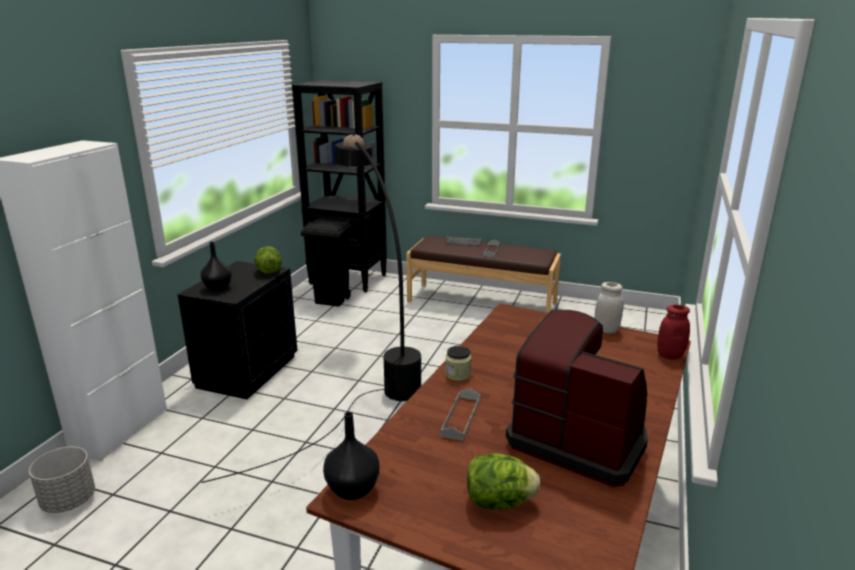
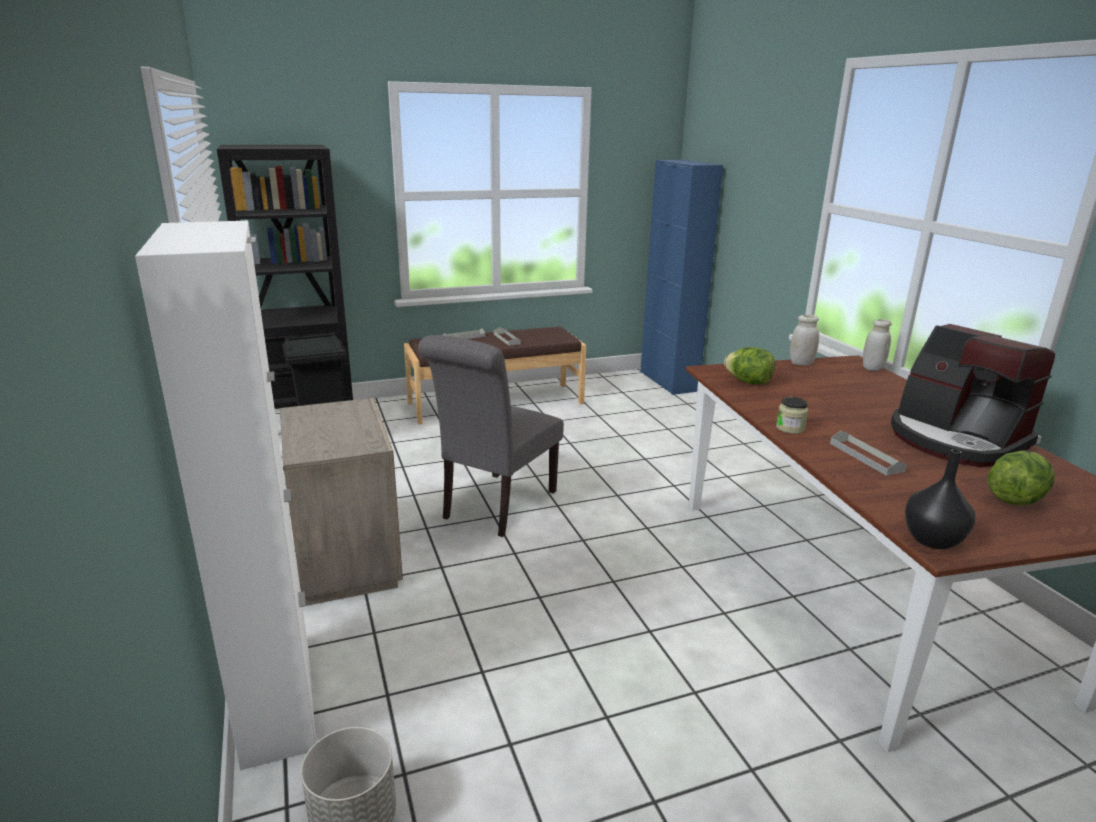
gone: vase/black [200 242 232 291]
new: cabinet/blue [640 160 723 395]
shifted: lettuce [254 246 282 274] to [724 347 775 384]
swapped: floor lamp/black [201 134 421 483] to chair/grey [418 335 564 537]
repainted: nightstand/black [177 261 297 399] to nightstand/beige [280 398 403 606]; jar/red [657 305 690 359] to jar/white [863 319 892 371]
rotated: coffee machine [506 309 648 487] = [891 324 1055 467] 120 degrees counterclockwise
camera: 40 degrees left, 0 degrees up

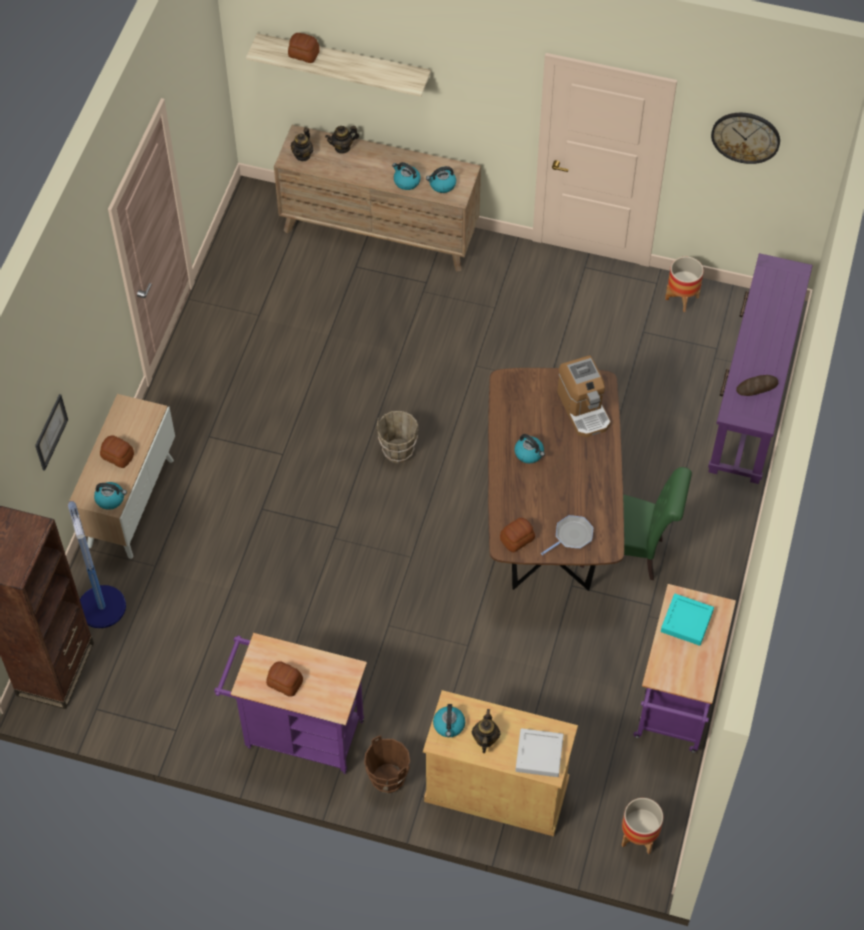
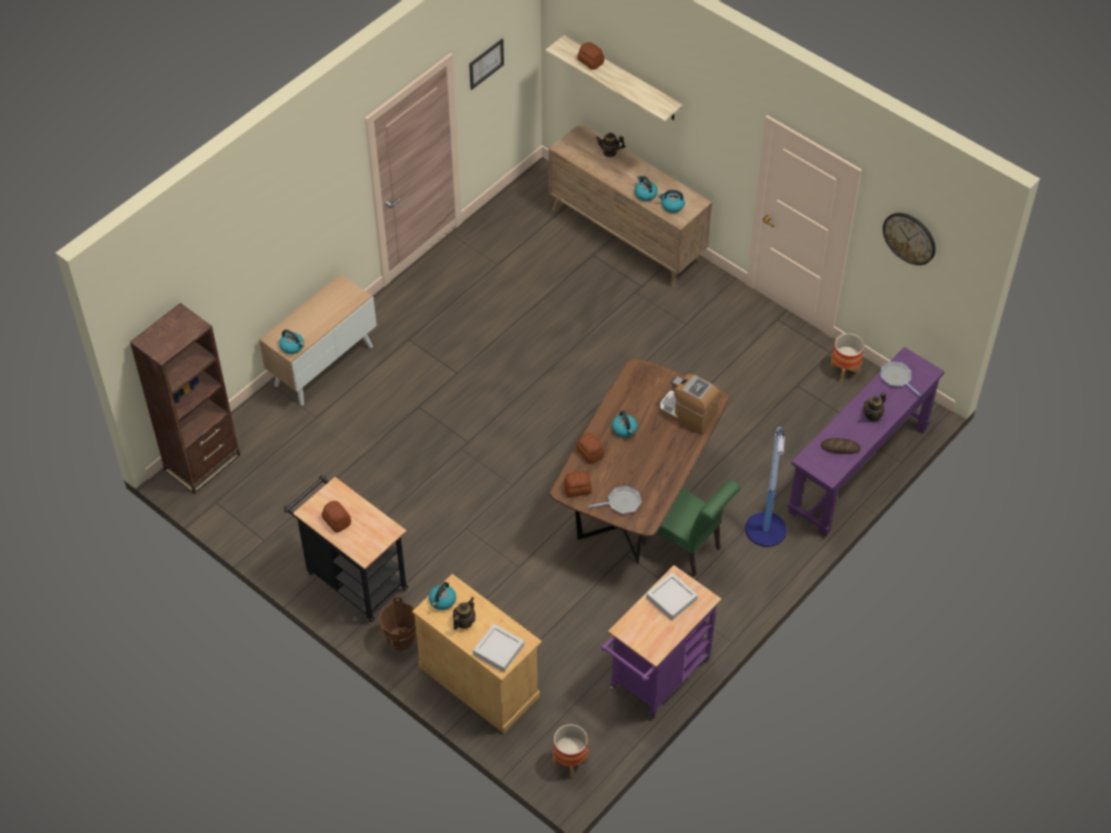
gone: bucket/brown [377 411 419 463]
new: frying pan [881 361 921 396]
shifted: picture [35 394 68 471] to [469 38 504 90]; bread [100 435 134 468] to [576 433 604 464]; floor lamp [68 501 126 628] to [745 427 787 547]; teapot [291 128 314 161] to [864 392 886 421]
repainted: cart/purple [214 633 367 774] to cart/black [284 475 408 622]; tray/turquoise [661 594 714 646] to tray/grey [646 573 698 620]
rotated: coffee machine [557 355 611 438] = [660 374 720 433] 120 degrees clockwise
camera: 25 degrees right, 5 degrees down

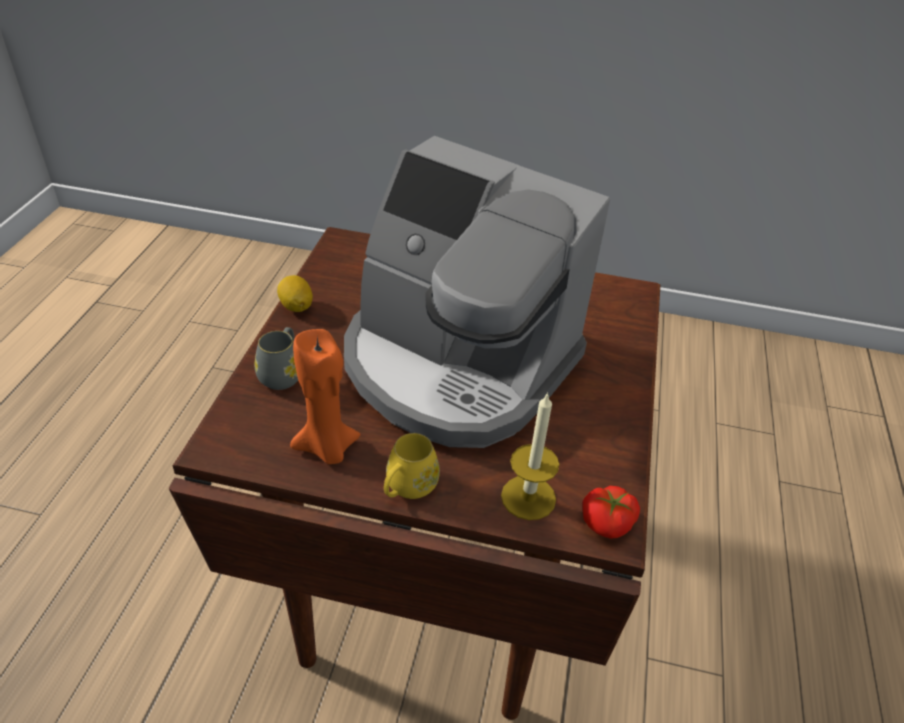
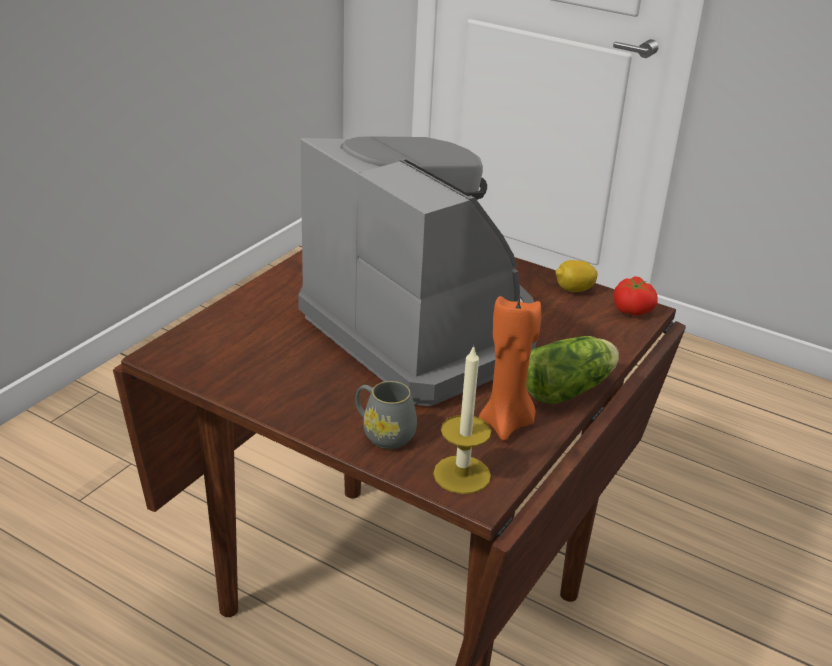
shifted: candle [501 392 559 520] to [433 345 491 494]; lemon [277 275 313 312] to [555 260 598 292]
swapped: mug/yellow [384 433 440 499] to lettuce [526 336 619 404]
rotated: coffee machine [344 136 610 448] = [298 136 541 406] 90 degrees counterclockwise
camera: 70 degrees left, 10 degrees down

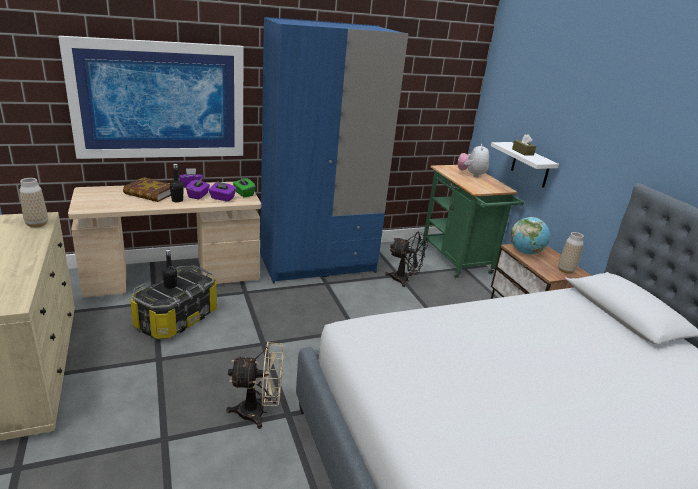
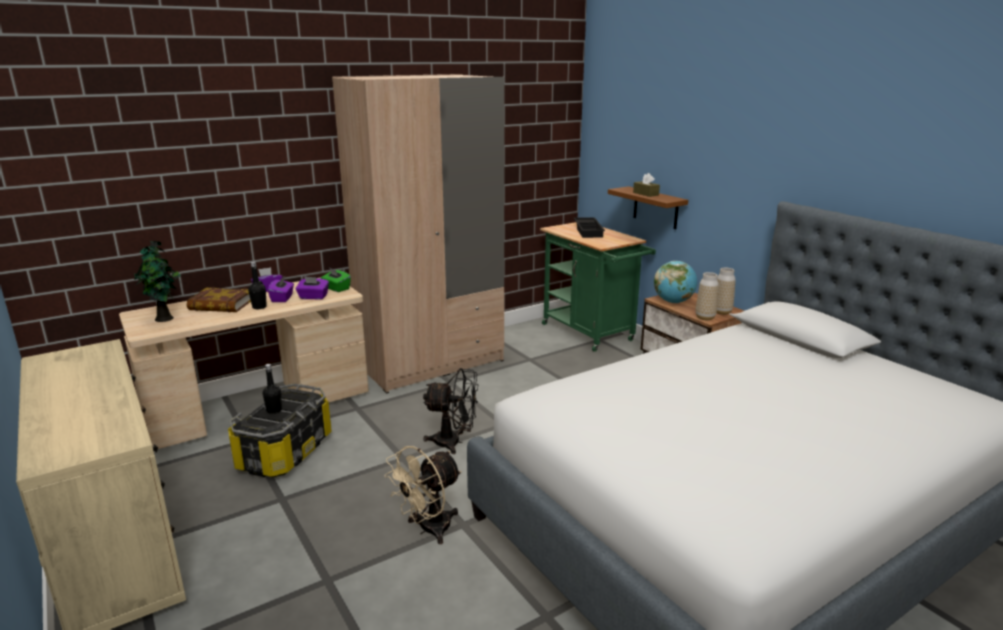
gone: picture [58 36 243 159]
new: potted plant [134 241 181 322]
shifted: fan/black [385 232 428 287] to [423 368 478 454]; vase [20 178 48 228] to [695 272 719 320]
swapped: plush toy [458 144 489 177] to tray/black [573 217 605 238]
repainted: wardrobe/blue [260 17 409 283] to wardrobe/beige [332 74 505 393]; shelf/white [491 142 559 188] to shelf/brown [608 186 688 229]
rotated: fan/beige [226 342 284 429] = [384 446 462 544] 150 degrees clockwise
camera: 10 degrees left, 5 degrees down

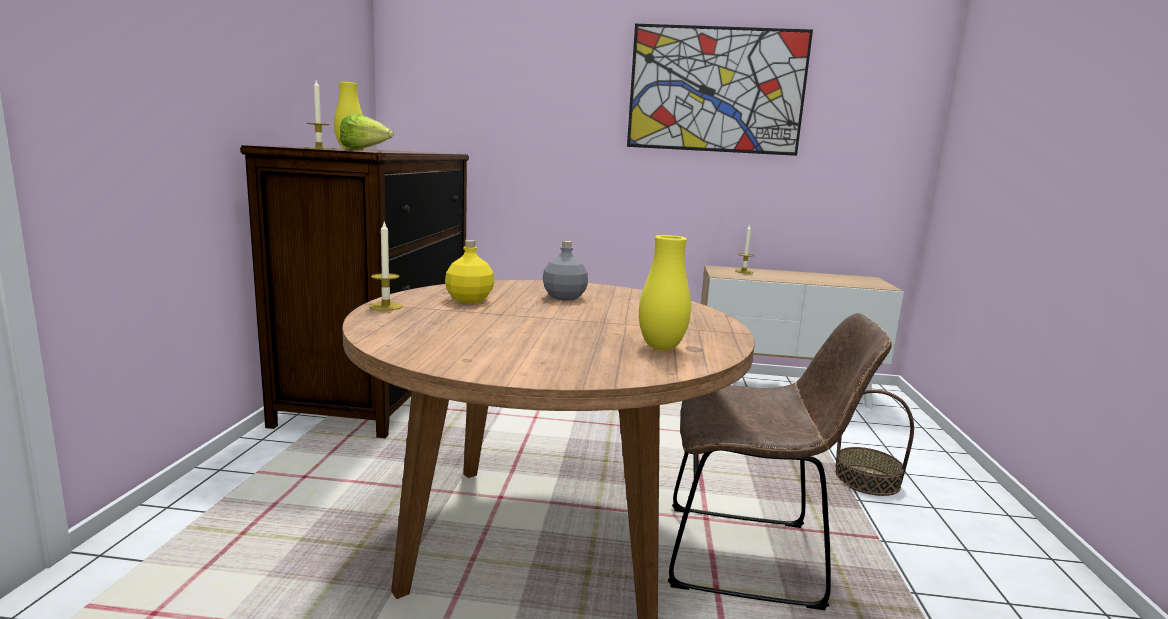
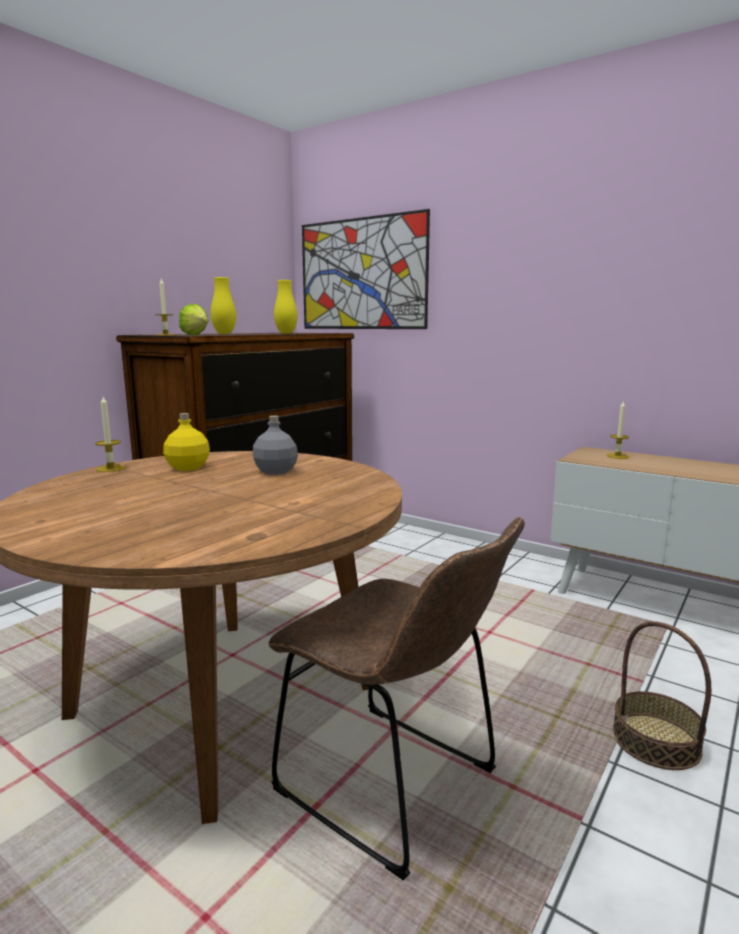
shifted: vase/yellow [639 235 691 350] to [274 280 298 333]; picture [627 24 813 156] to [302 209 430 329]
camera: 30 degrees right, 0 degrees up

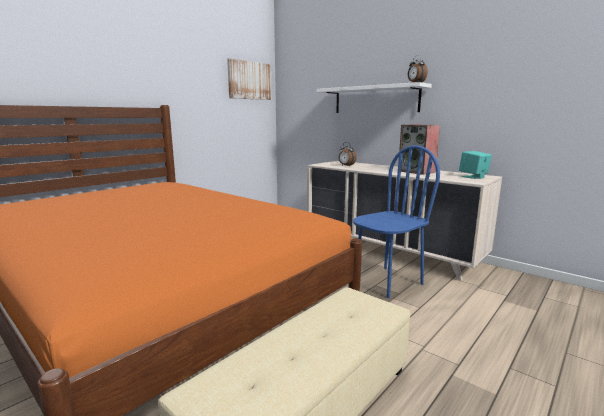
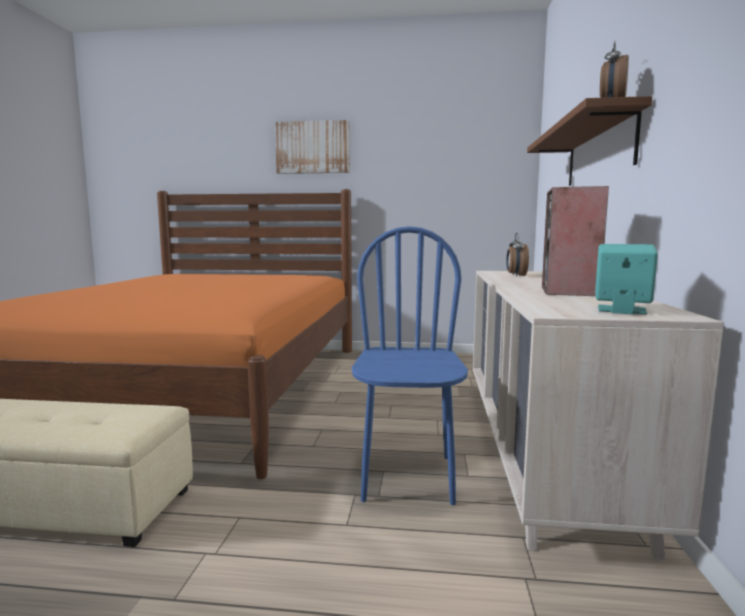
shifted: picture [227 58 272 100] to [275 120 350 174]
repainted: shelf/white [317 82 432 113] to shelf/brown [527 96 652 186]
rotated: chair/blue [353 145 440 298] = [352 226 468 505] 105 degrees counterclockwise
camera: 55 degrees right, 5 degrees down

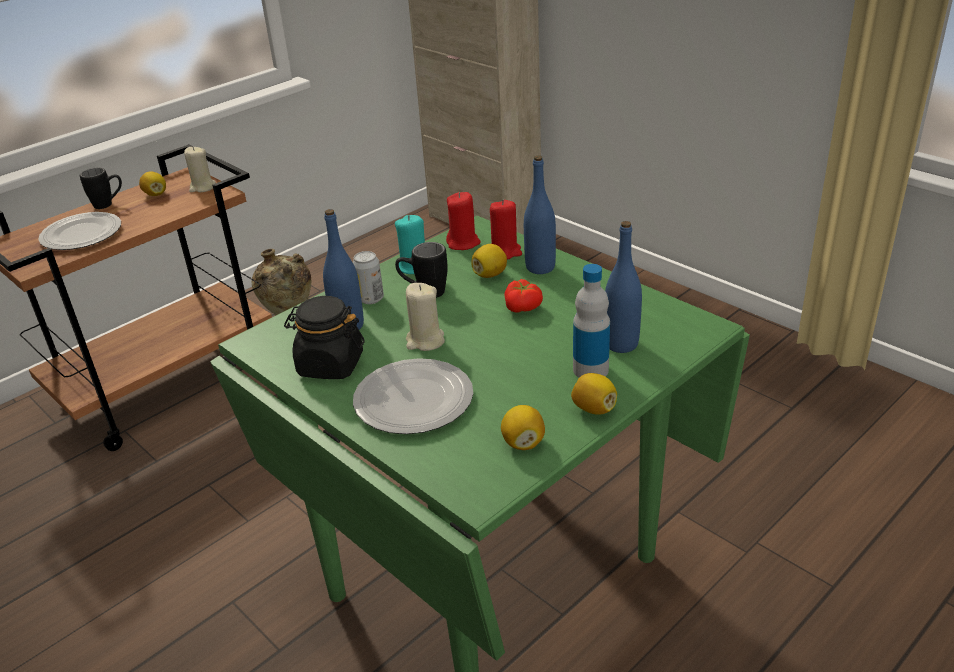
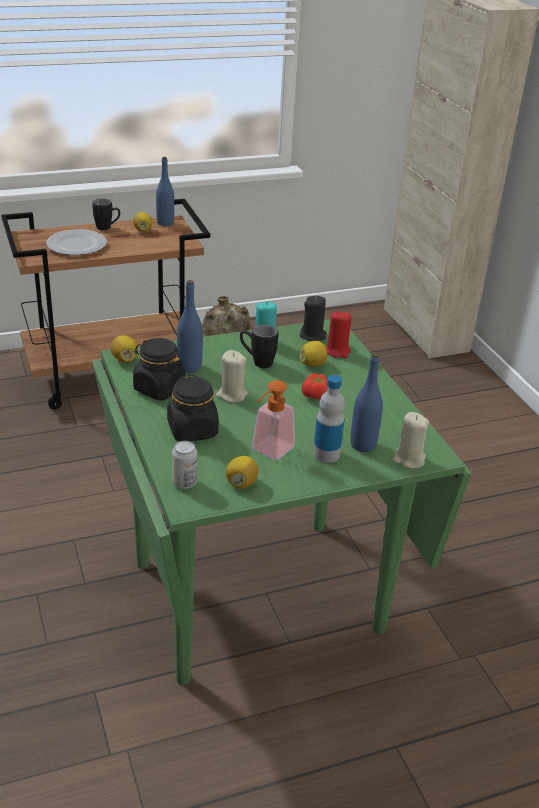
new: soap dispenser [252 380 295 460]
shifted: lemon [571 373 617 415] to [111 335 138 362]; bottle/blue [524 156 556 274] to [156 157 174 226]; can [353 251 384 304] to [172 441 197 489]; candle/beige [184 147 216 192] to [393 412 429 468]
swapped: plate [353 358 473 434] to jar/black [167 375 219 441]
repainted: candle/red [446 192 481 250] to candle/black [300 296 327 341]
camera: 20 degrees right, 0 degrees up

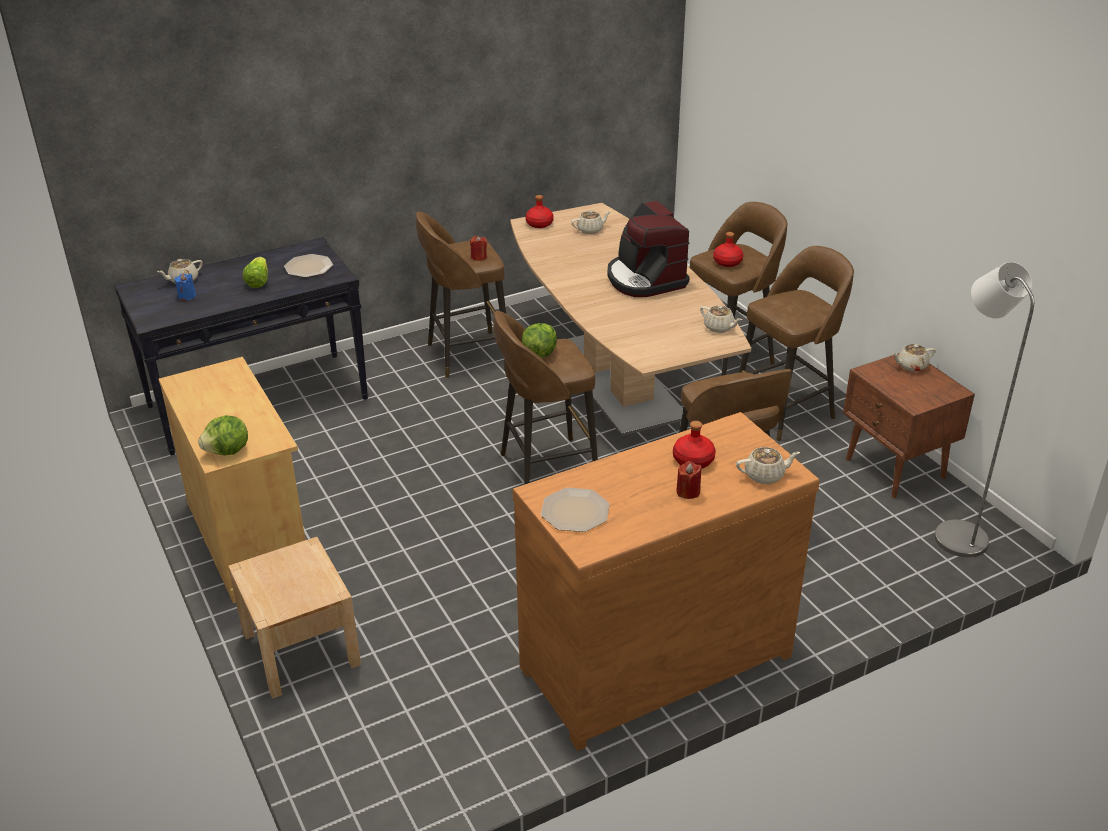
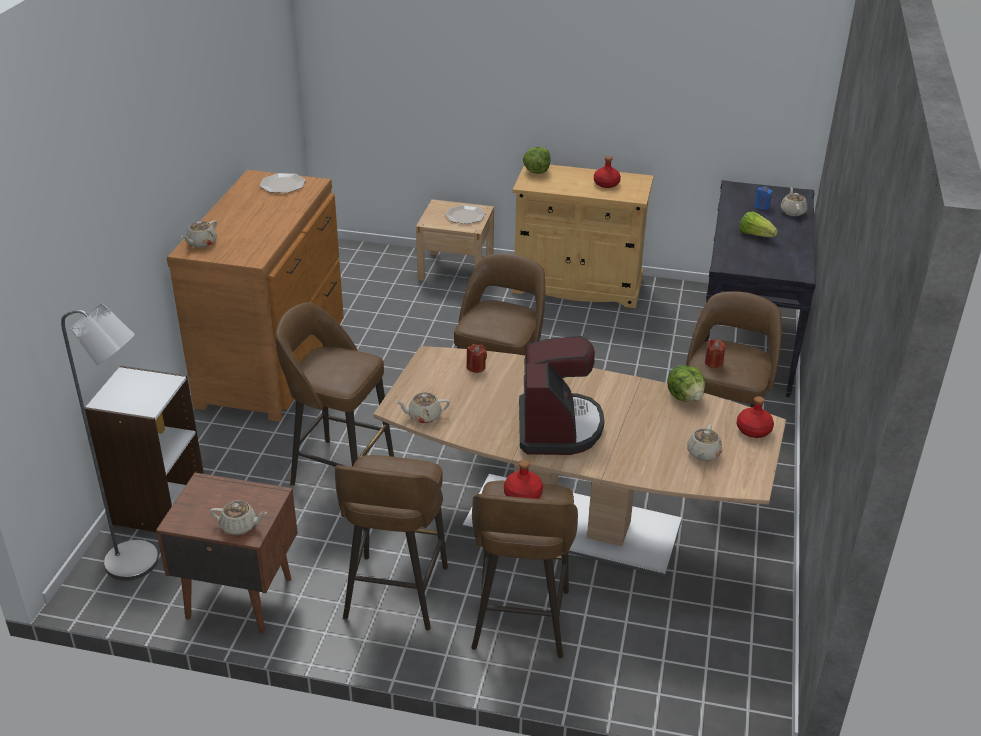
new: bookcase/white [85 365 204 532]
shifted: plate [284 254 333 277] to [445 205 485 224]; candle/red [676 461 702 499] to [466 344 487 373]; bottle/red [673 421 716 468] to [594 156 621 188]; lettuce [522 323 557 358] to [667 365 705 402]
rotated: teapot/beige [892 344 936 372] = [210 501 267 535] 75 degrees clockwise; coffee machine [607 201 690 297] = [519 336 605 455] 75 degrees clockwise
camera: 130 degrees right, 0 degrees up

